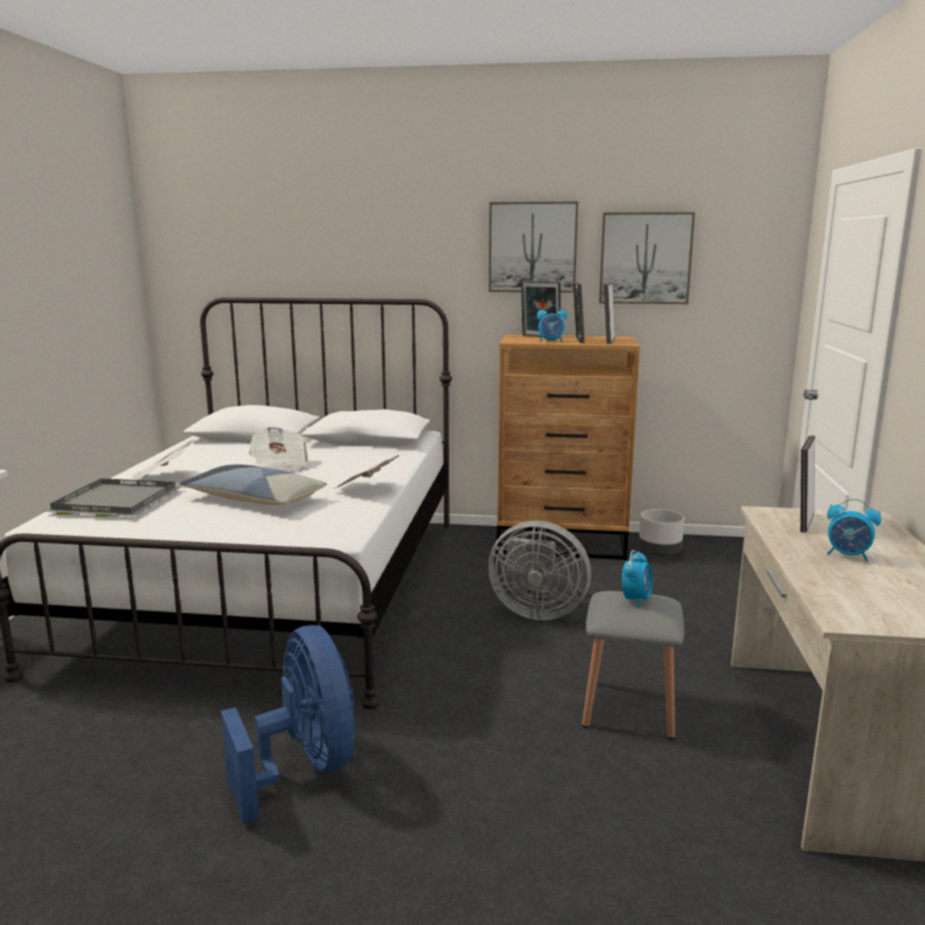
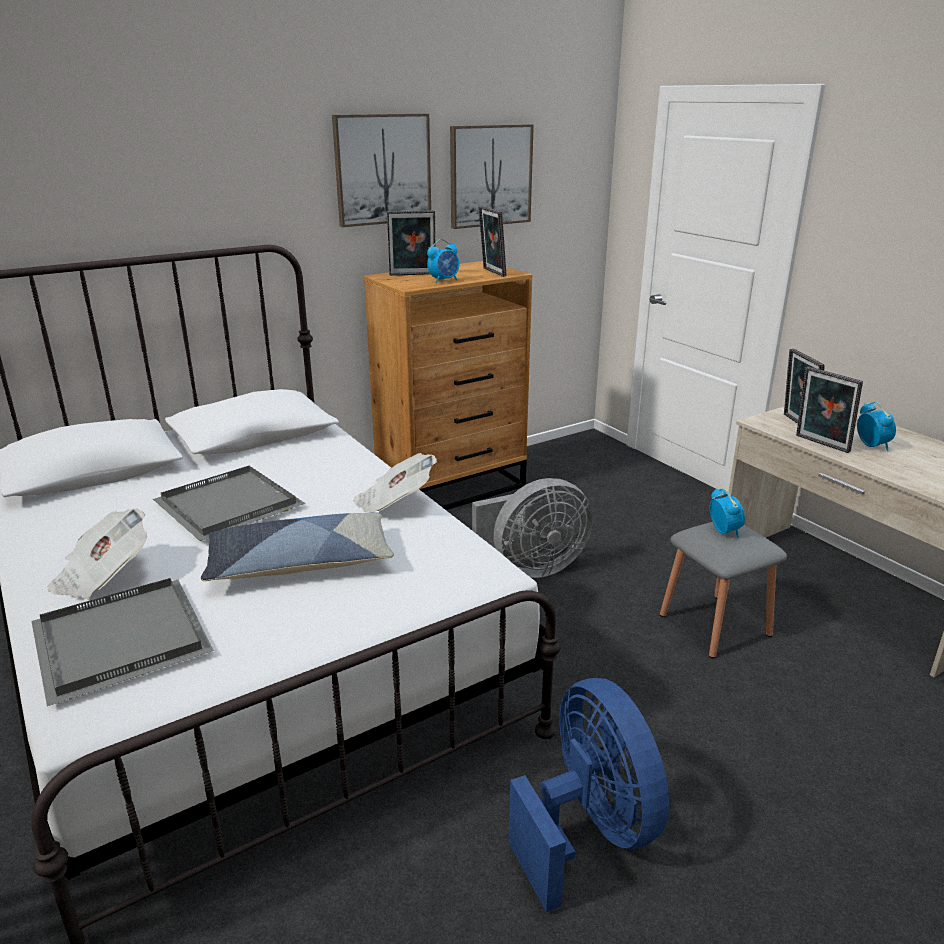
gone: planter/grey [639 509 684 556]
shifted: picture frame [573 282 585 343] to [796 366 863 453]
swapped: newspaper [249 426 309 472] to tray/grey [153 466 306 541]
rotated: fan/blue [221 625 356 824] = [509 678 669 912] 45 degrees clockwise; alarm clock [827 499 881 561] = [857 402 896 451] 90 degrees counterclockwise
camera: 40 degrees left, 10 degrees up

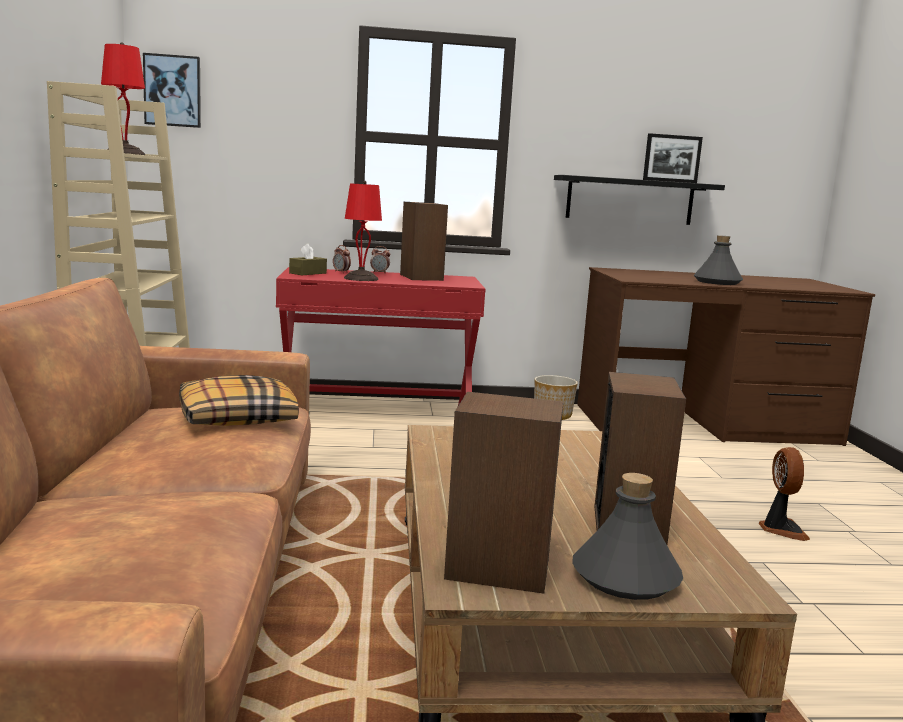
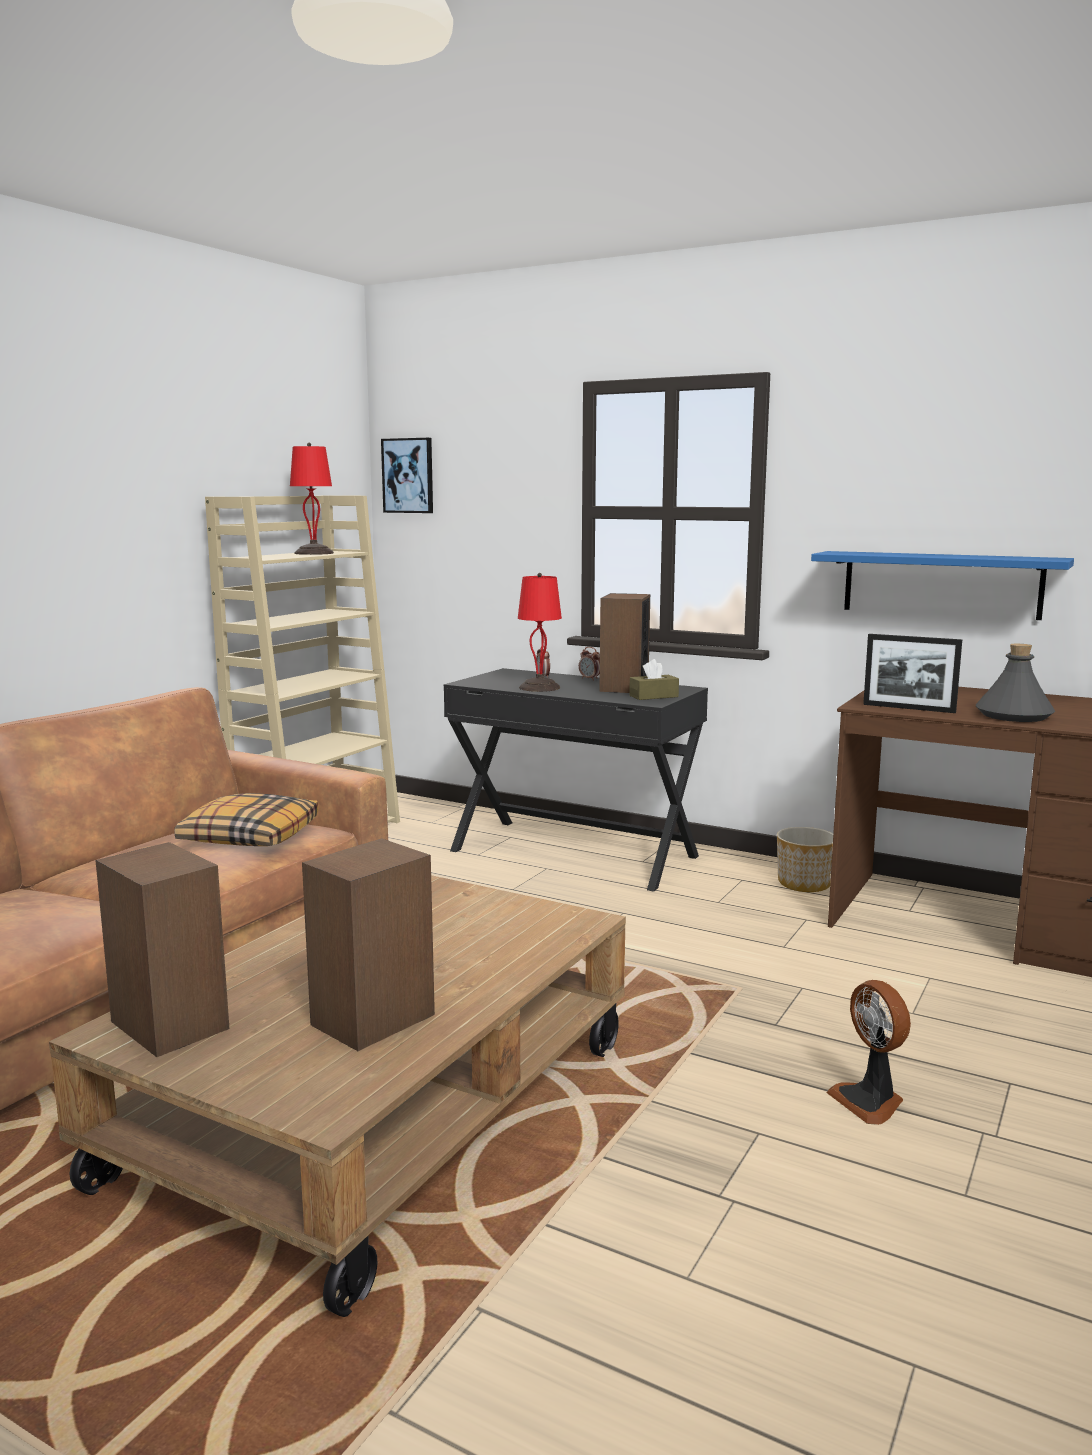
gone: bottle/grey [572 473 683 600]
shifted: tissue box/brown [289 244 327 275] to [629 659 679 700]; picture frame [643 133 703 183] to [863 634 962 713]
repainted: desk/red [276 267 486 405] to desk/black [444 668 708 892]; shelf/black [554 175 725 225] to shelf/blue [811 551 1074 620]
rotated: fan [758 447 810 541] = [826 980 911 1125] 120 degrees clockwise
camera: 35 degrees right, 0 degrees up

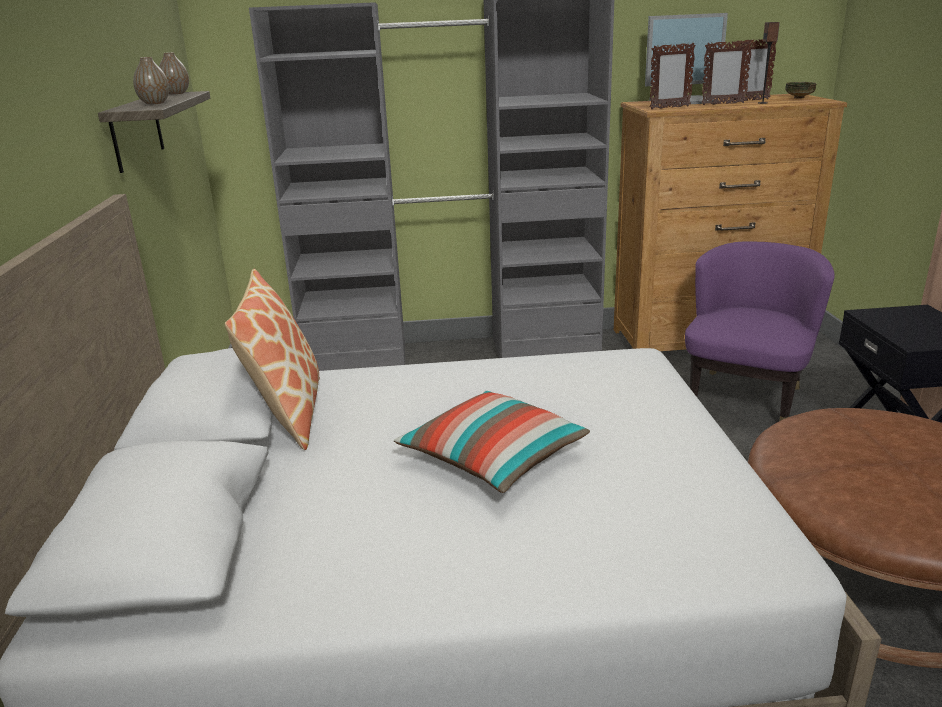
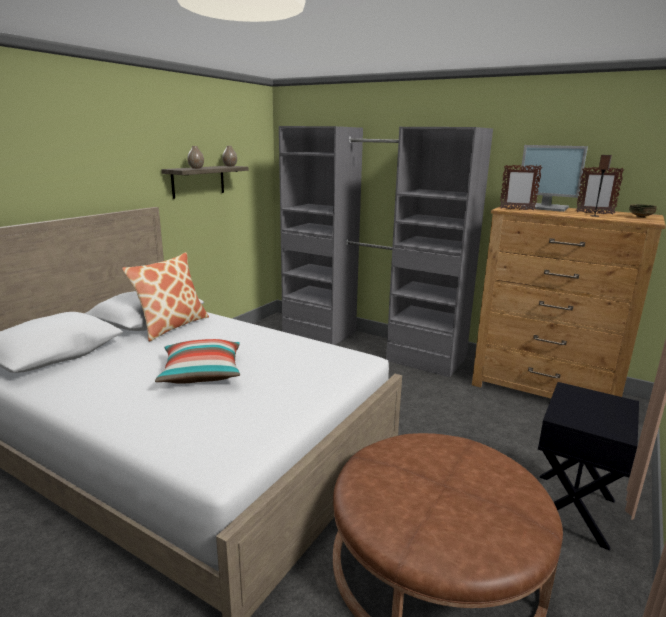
gone: armchair/purple [685 241 835 421]; picture frame [701 40 753 105]
camera: 35 degrees right, 5 degrees down

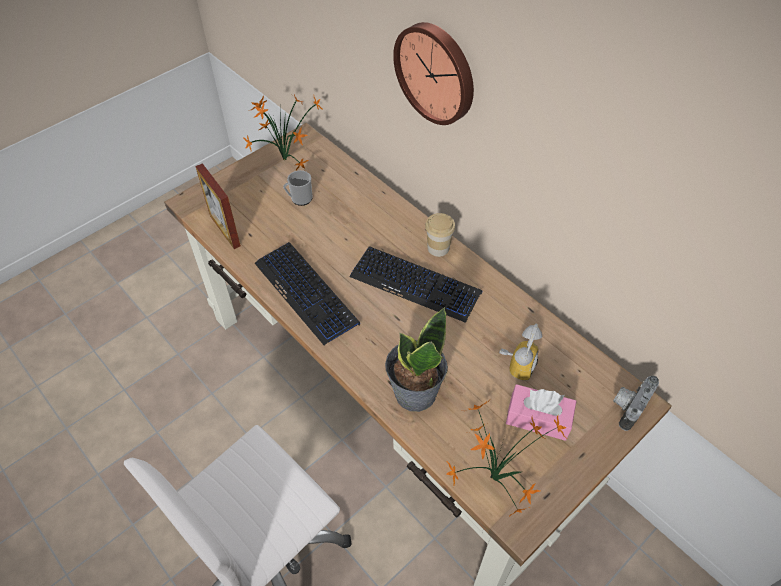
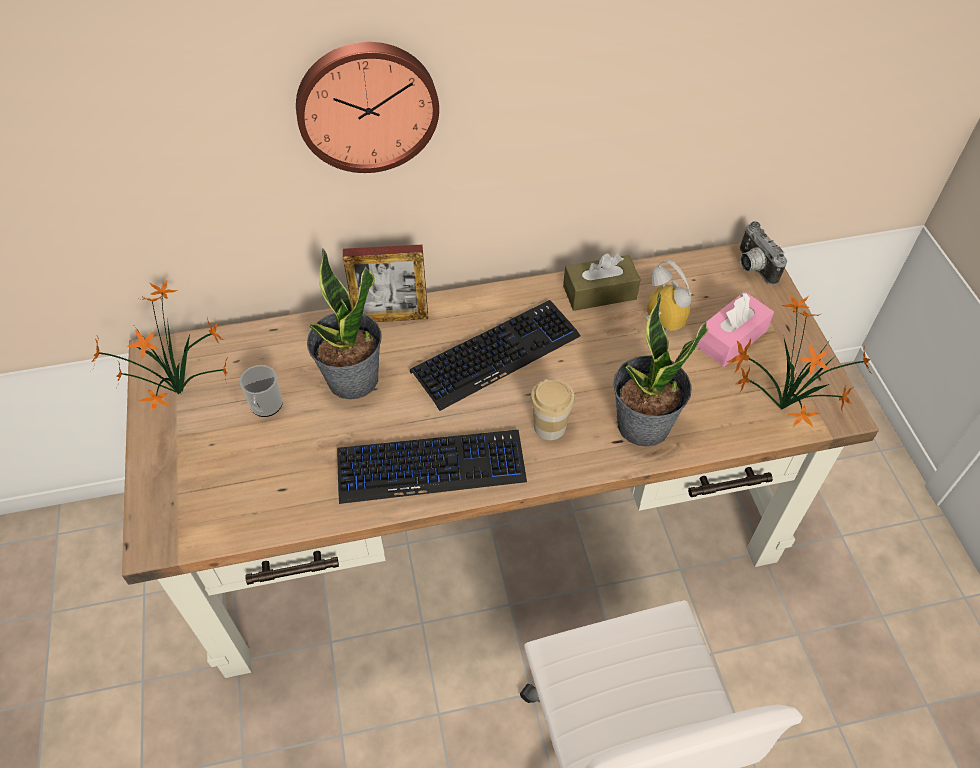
new: potted plant [307 248 382 399]; tissue box/brown [563 253 641 311]
shifted: picture frame [195 163 241 249] to [343 245 428 322]; cup [425 213 455 257] to [530 379 575 440]
camera: 60 degrees left, 0 degrees up

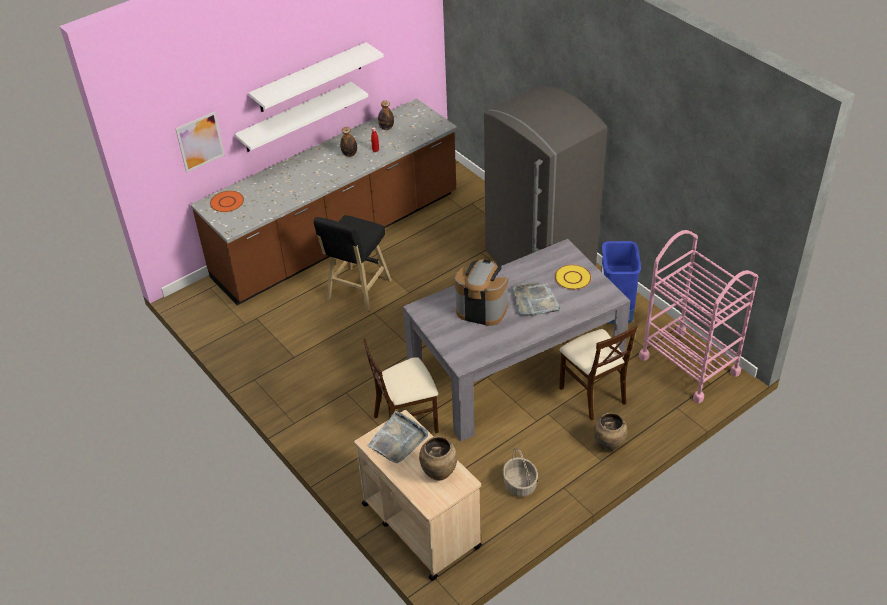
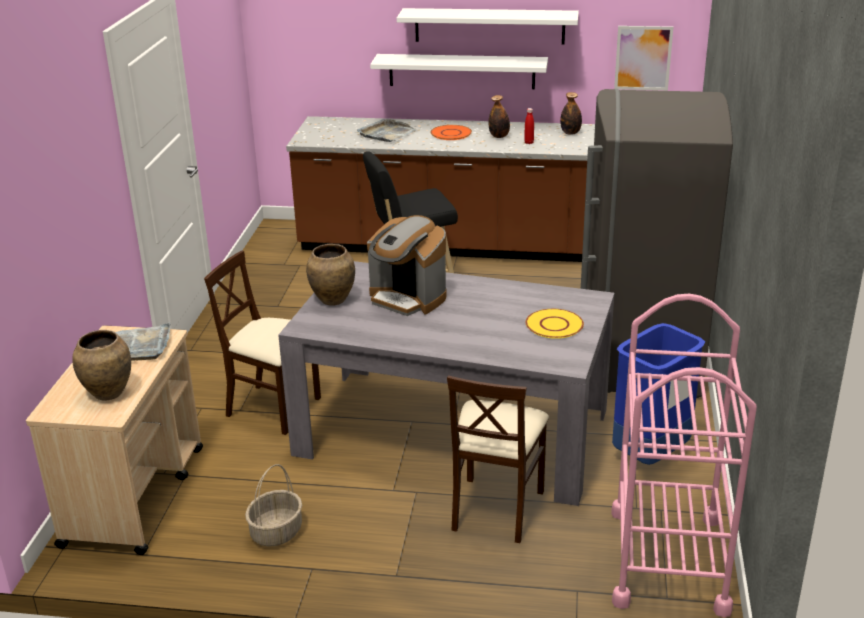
shifted: vase/brown [594 413 628 452] to [306 244 355 306]; tray/grey [512 282 562 316] to [357 119 417 142]; plate/orange [210 191 244 212] to [431 125 472 140]; picture [175 112 225 172] to [614 26 673 90]
rotated: coffee machine [455 260 508 326] = [367 215 447 316] 150 degrees clockwise
camera: 45 degrees right, 15 degrees down

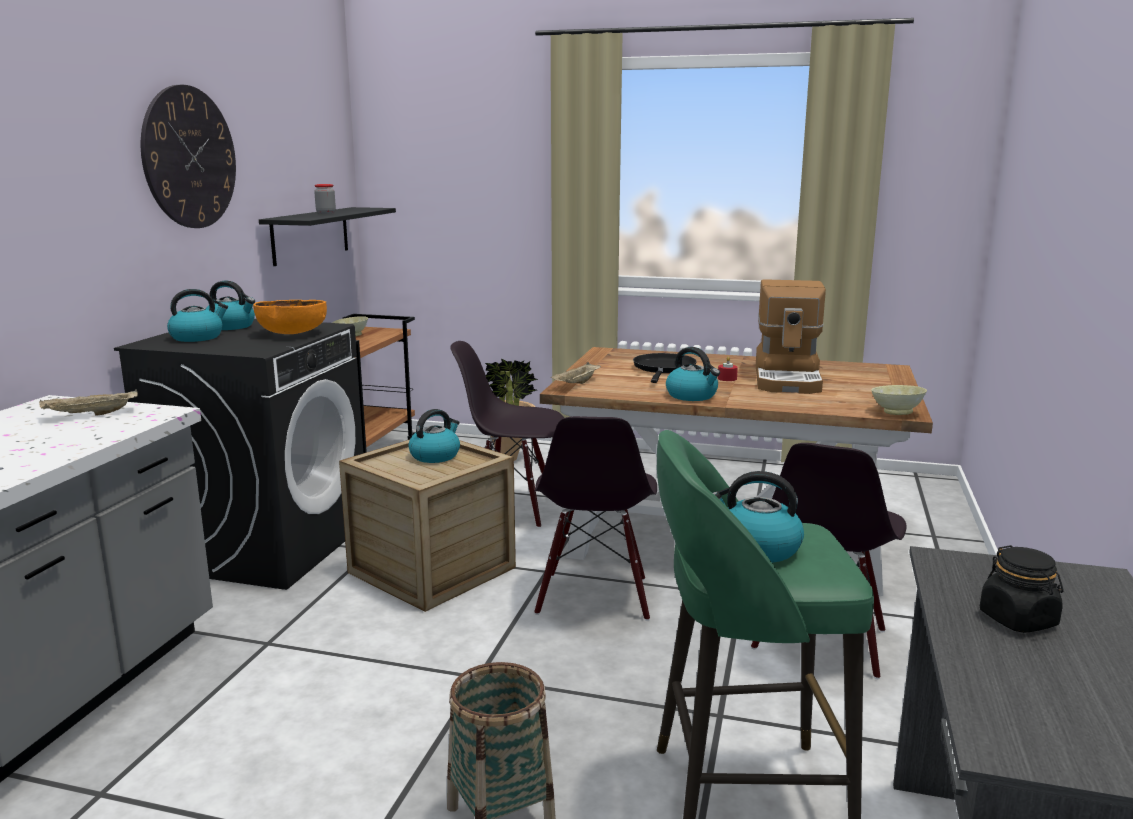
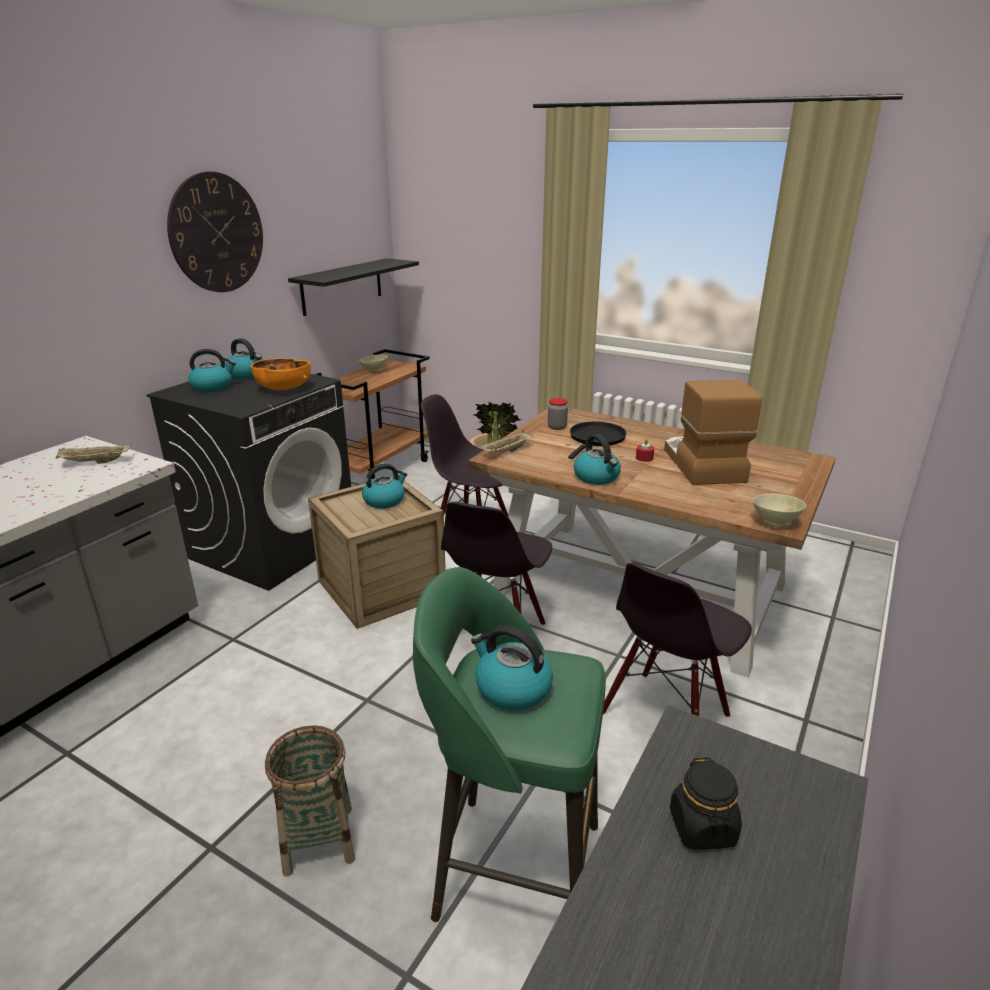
shifted: jar [314 184 336 214] to [548 398 568 430]
rotated: coffee machine [756 279 826 394] = [664 380 762 485] 150 degrees clockwise
camera: 15 degrees right, 10 degrees up

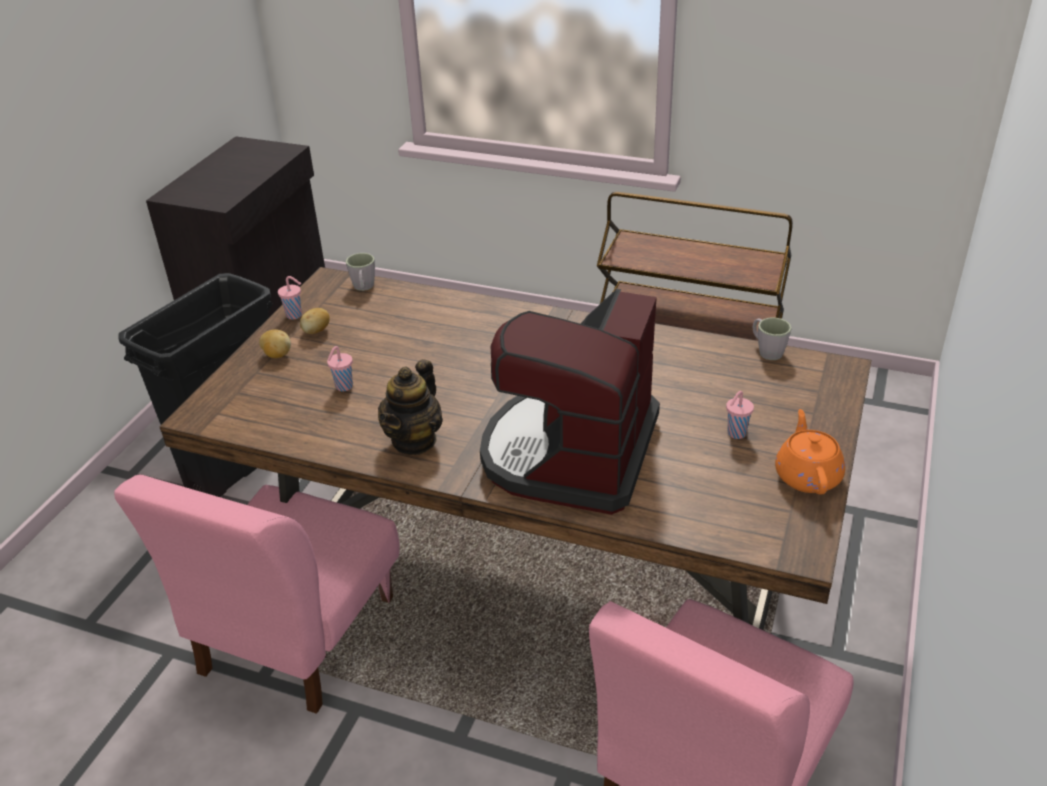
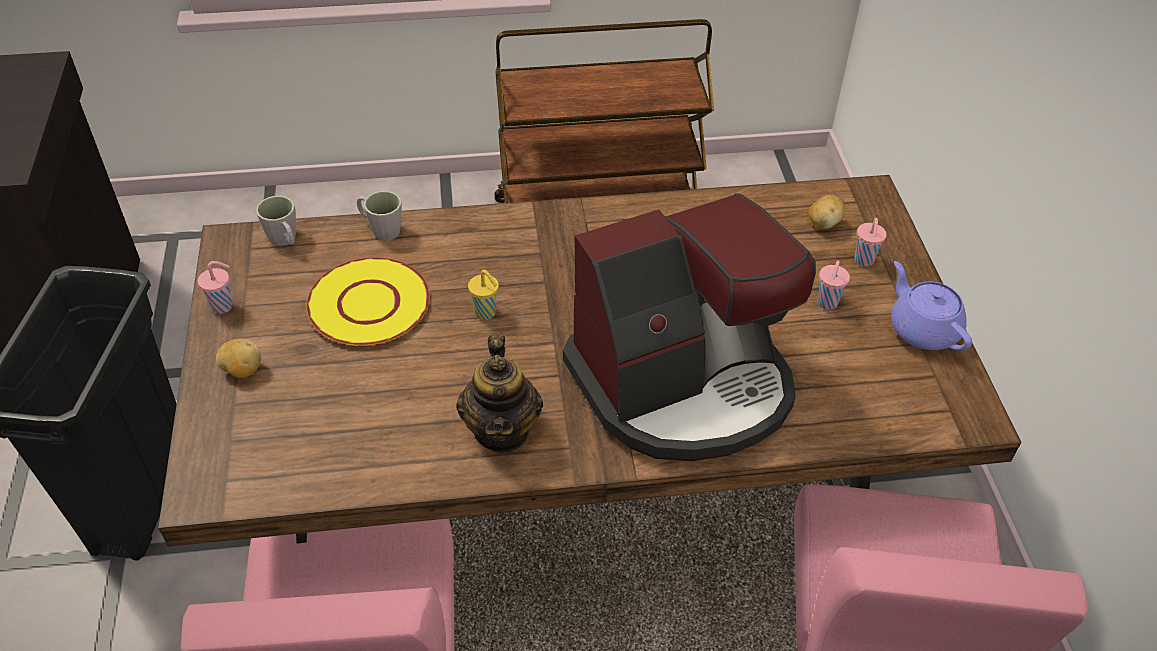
new: plate/yellow [306 257 430 346]; cup/yellow [468 270 499 320]
shifted: mug/grey [753 318 792 360] to [357 191 402 241]; potato [300 308 330 334] to [808 195 845 229]; cup/pink [327 346 353 391] to [854 218 887 266]
repainted: teapot/orange [775 409 845 495] to teapot/purple [891 261 972 351]
rotated: coffee machine [480 289 660 515] = [563 194 816 461] 105 degrees counterclockwise
camera: 30 degrees left, 10 degrees up

